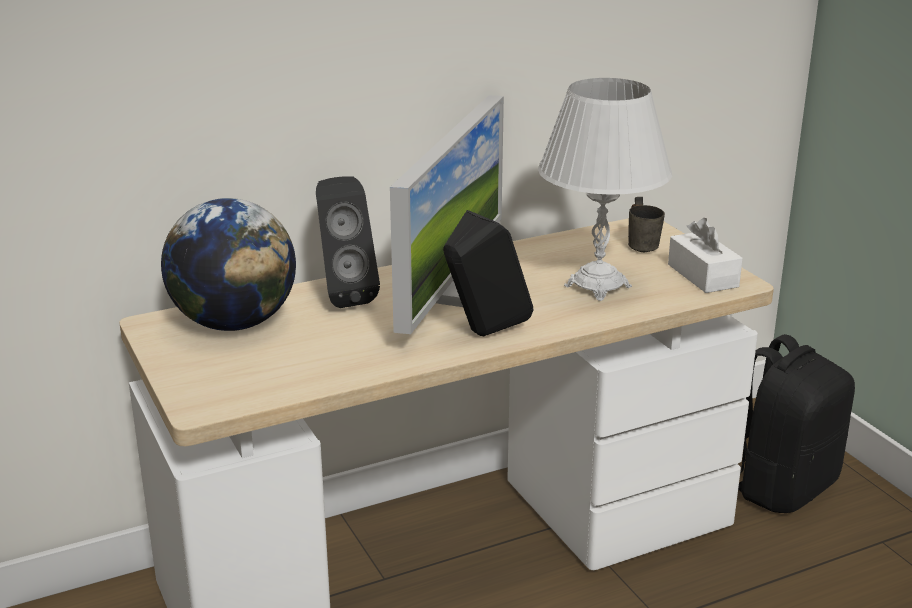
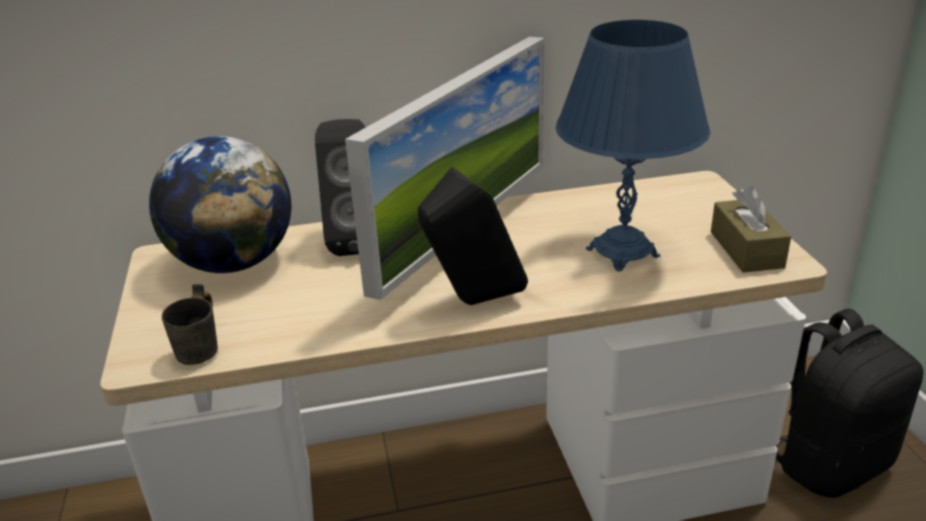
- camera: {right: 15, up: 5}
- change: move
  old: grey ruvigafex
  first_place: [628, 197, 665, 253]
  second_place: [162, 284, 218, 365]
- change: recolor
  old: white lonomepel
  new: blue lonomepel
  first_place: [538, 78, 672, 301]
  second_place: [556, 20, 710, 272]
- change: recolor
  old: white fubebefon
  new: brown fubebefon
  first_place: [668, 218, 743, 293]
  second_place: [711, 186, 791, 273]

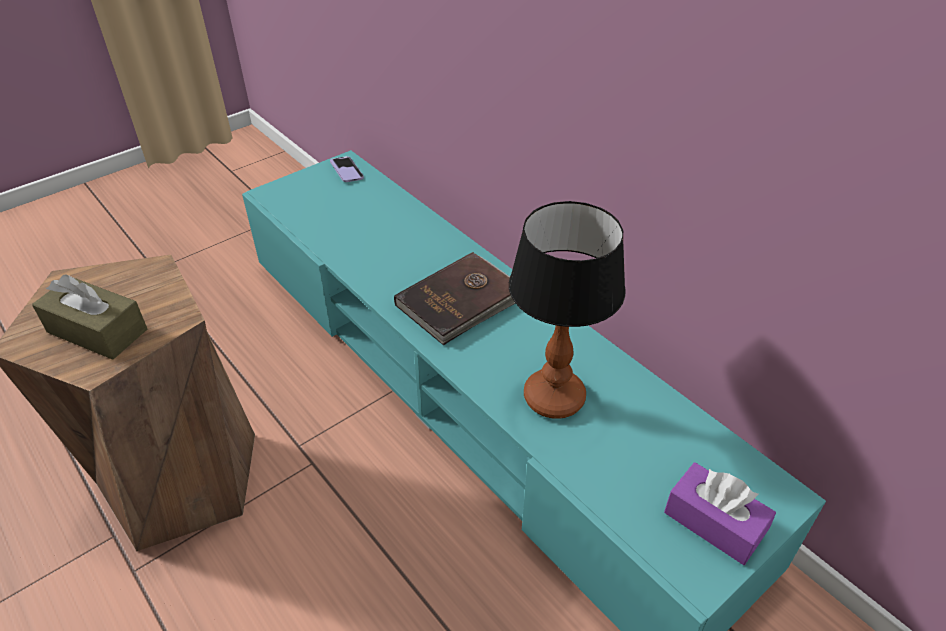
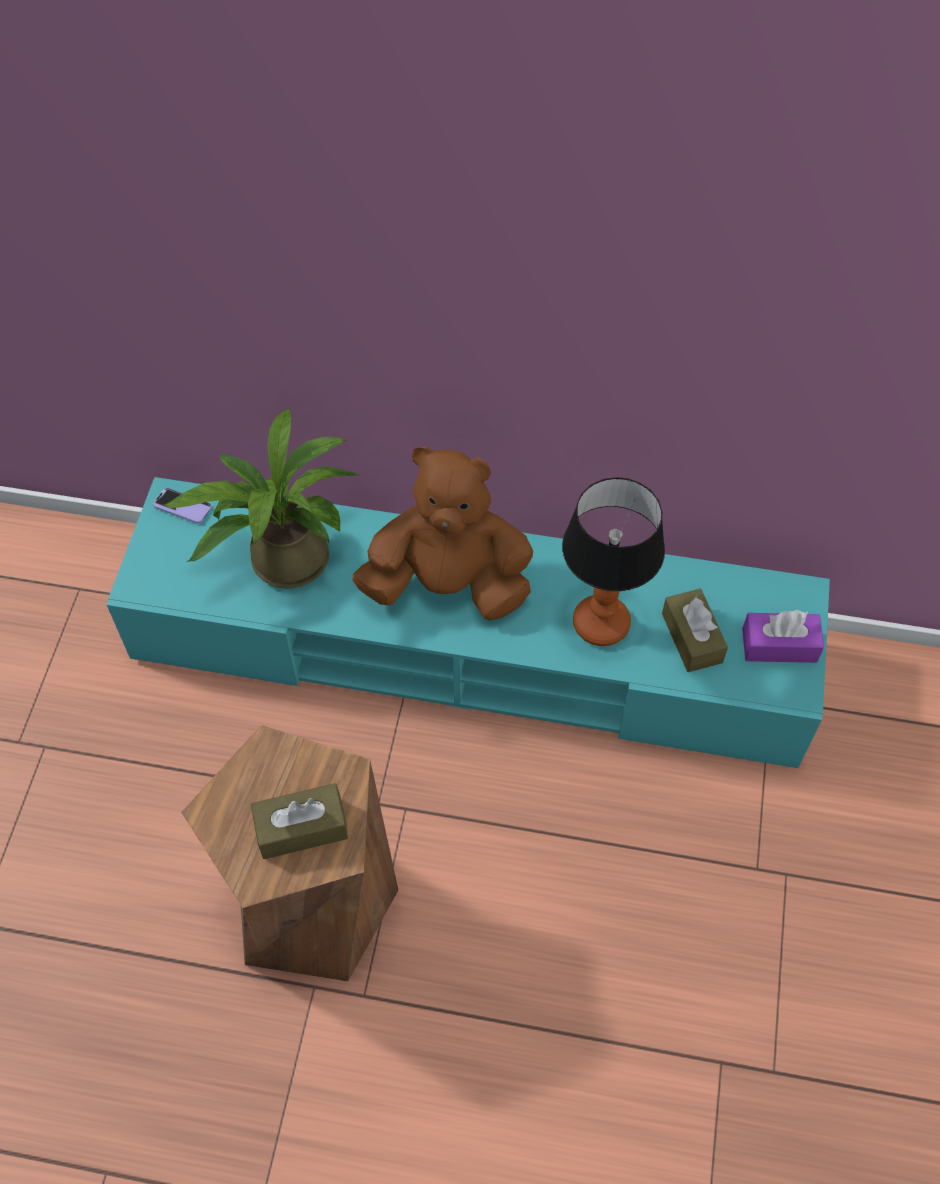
- camera: {right: -40, up: 15}
- change: insert
  new: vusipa
  second_place: [163, 407, 360, 589]
- change: insert
  new: brown fubebefon
  second_place: [662, 589, 728, 672]
- change: replace
  old: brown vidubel
  new: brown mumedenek
  first_place: [394, 252, 515, 345]
  second_place: [352, 446, 533, 621]

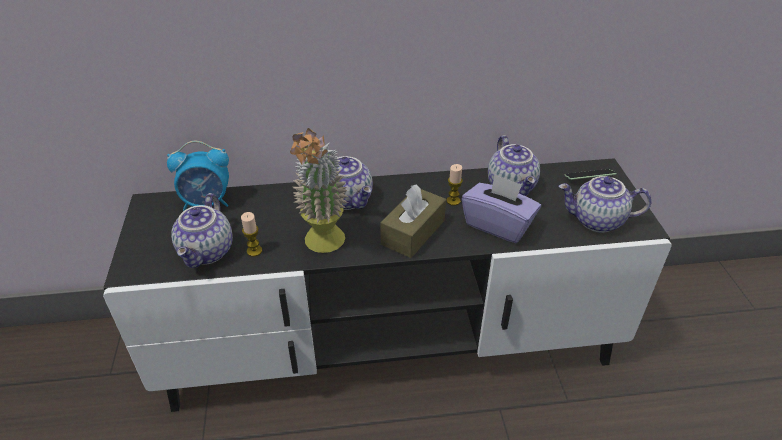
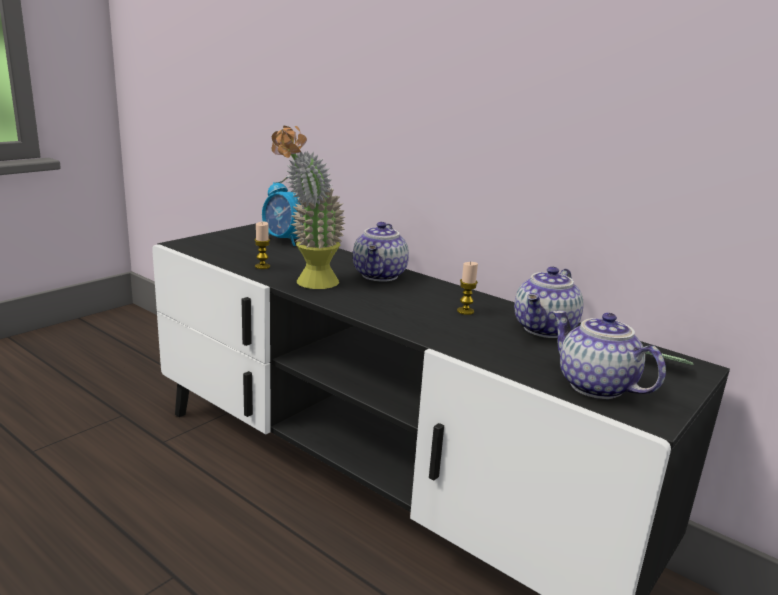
- camera: {right: 45, up: -20}
- change: delete
  old: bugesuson
  first_place: [171, 193, 233, 268]
- change: delete
  old: brown fubebefon
  first_place: [380, 184, 446, 258]
- change: delete
  old: purple fubebefon
  first_place: [462, 174, 541, 243]

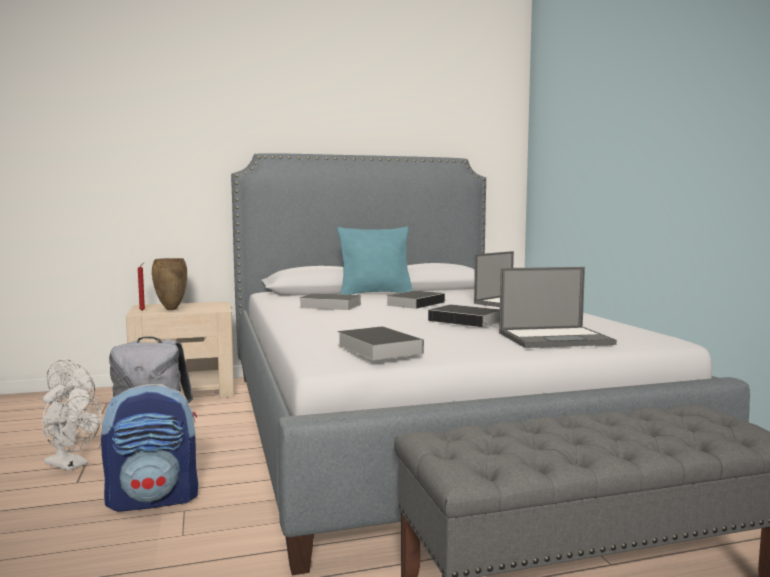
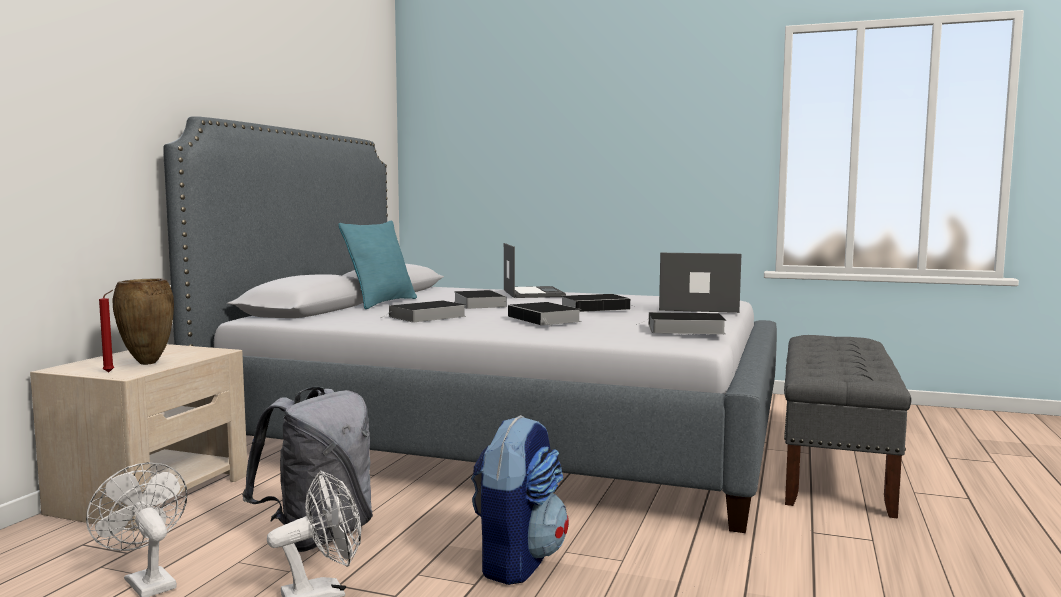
- camera: {right: -55, up: 0}
- change: insert
  new: vidubel
  second_place: [508, 302, 581, 327]
- change: rotate
  old: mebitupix
  first_place: [499, 267, 617, 348]
  second_place: [659, 253, 741, 313]
  degrees: -105

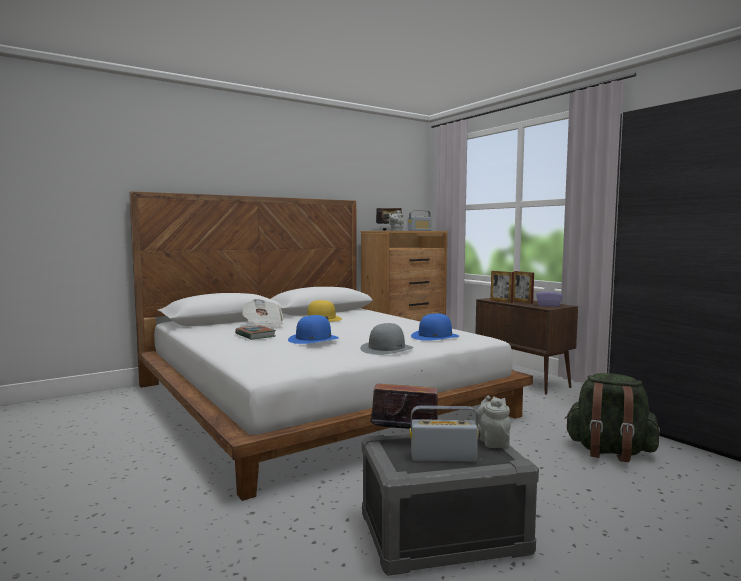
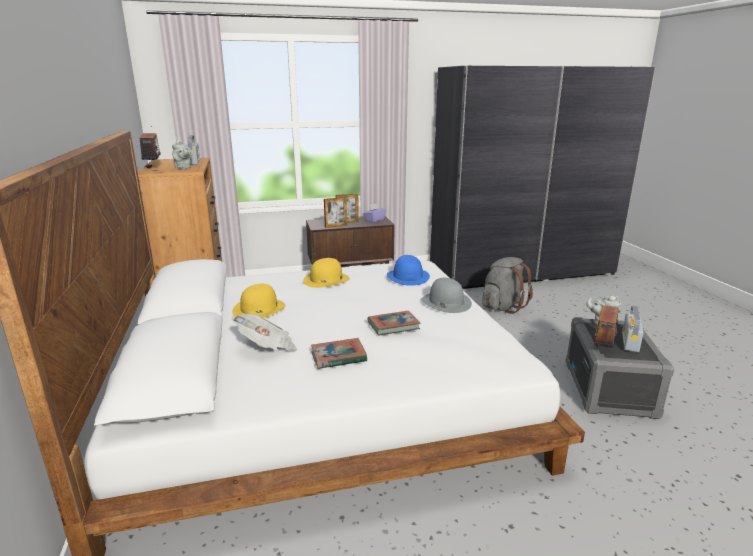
- camera: {right: -70, up: 15}
- change: insert
  new: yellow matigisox
  second_place: [303, 258, 350, 288]
- change: replace
  old: blue matigisox
  new: vidubel
  first_place: [288, 315, 339, 344]
  second_place: [368, 311, 420, 336]
- change: recolor
  old: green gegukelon
  new: grey gegukelon
  first_place: [565, 373, 660, 462]
  second_place: [482, 257, 533, 314]

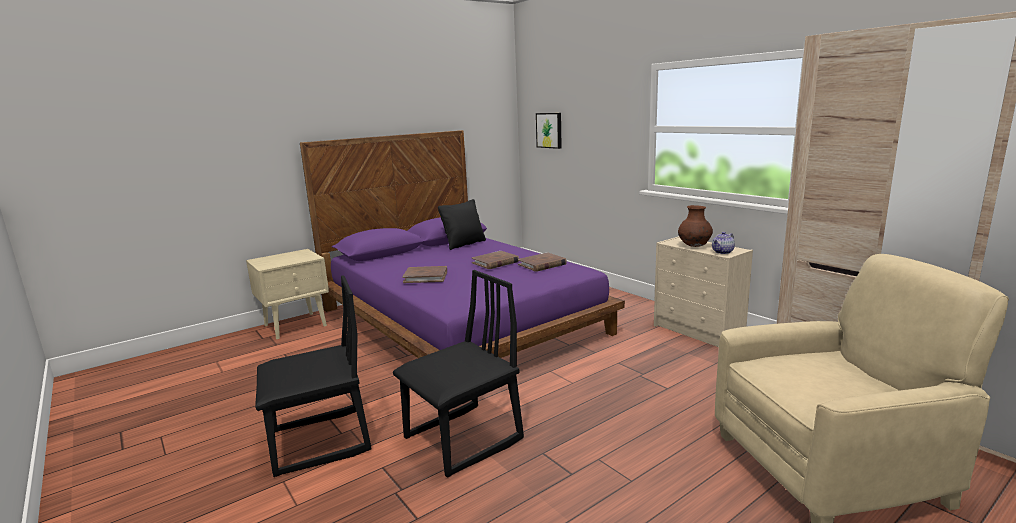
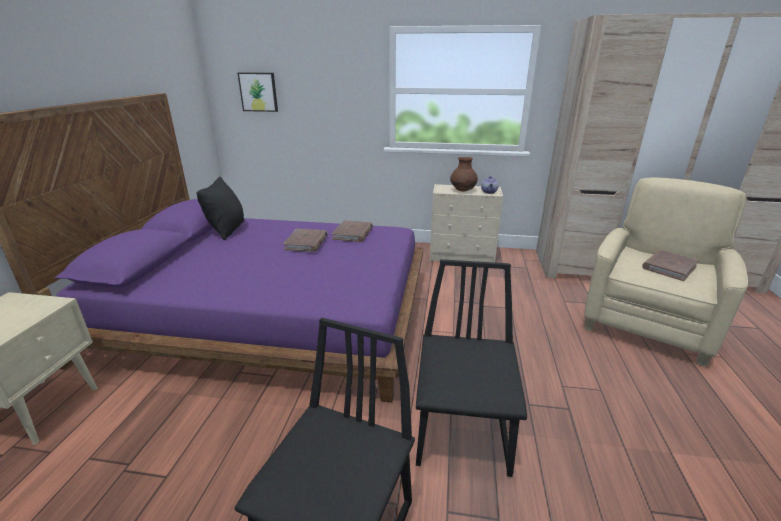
- camera: {right: -45, up: 10}
- change: move
  old: brown vidubel
  first_place: [402, 266, 447, 283]
  second_place: [642, 250, 699, 281]

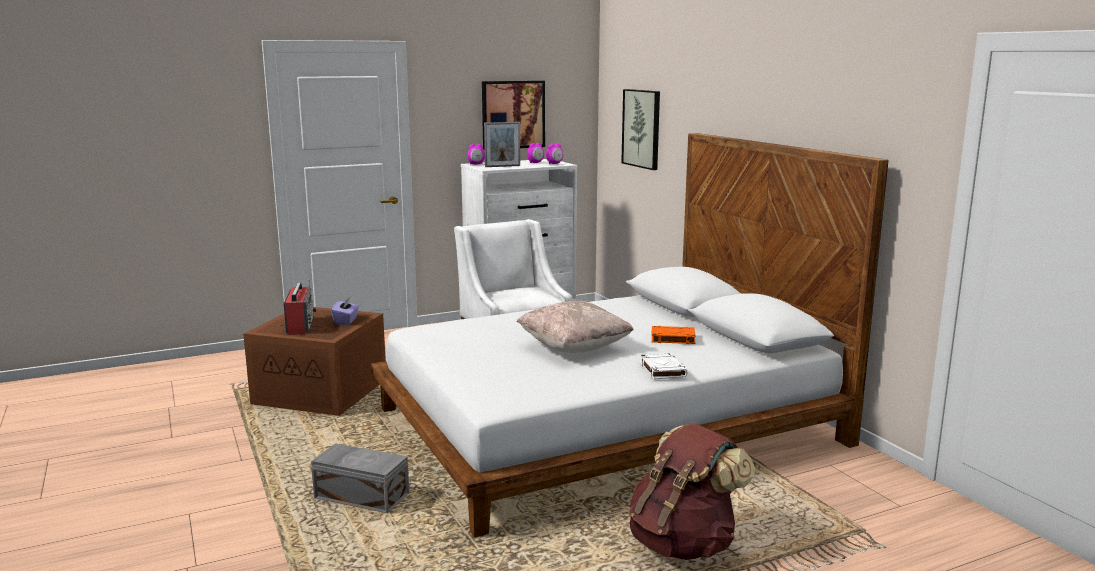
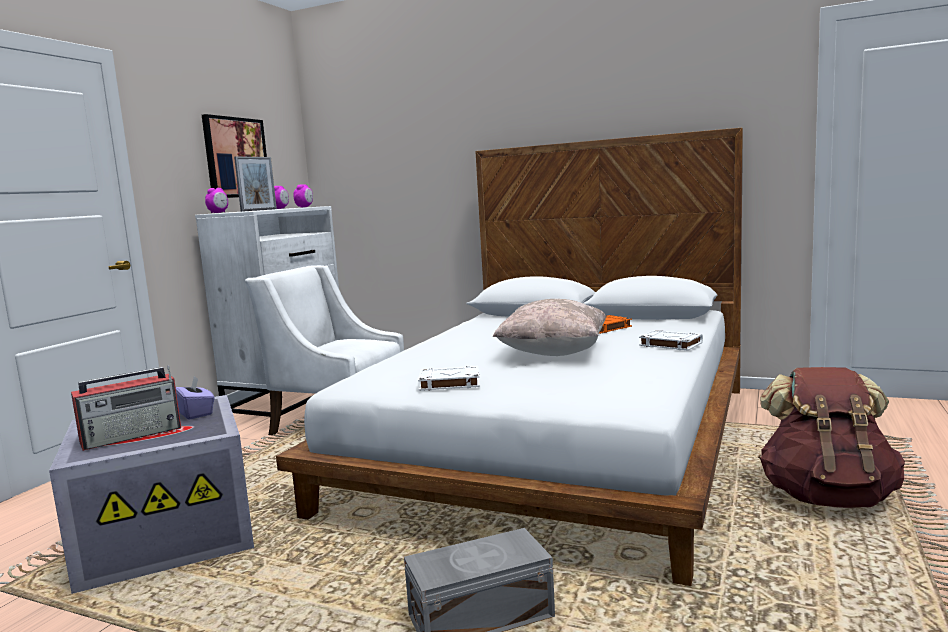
- camera: {right: -40, up: -5}
- change: delete
  old: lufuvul
  first_place: [621, 89, 660, 170]
- change: insert
  new: white vidubel
  second_place: [418, 366, 480, 391]
- change: recolor
  old: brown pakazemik
  new: grey pakazemik
  first_place: [243, 307, 386, 416]
  second_place: [49, 395, 254, 594]
- change: rotate
  old: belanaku
  first_place: [284, 279, 316, 335]
  second_place: [71, 365, 181, 451]
  degrees: 105

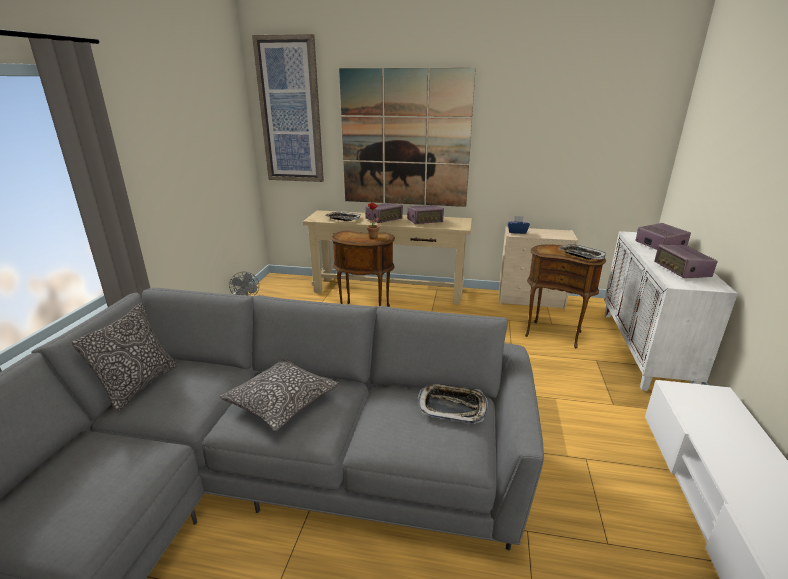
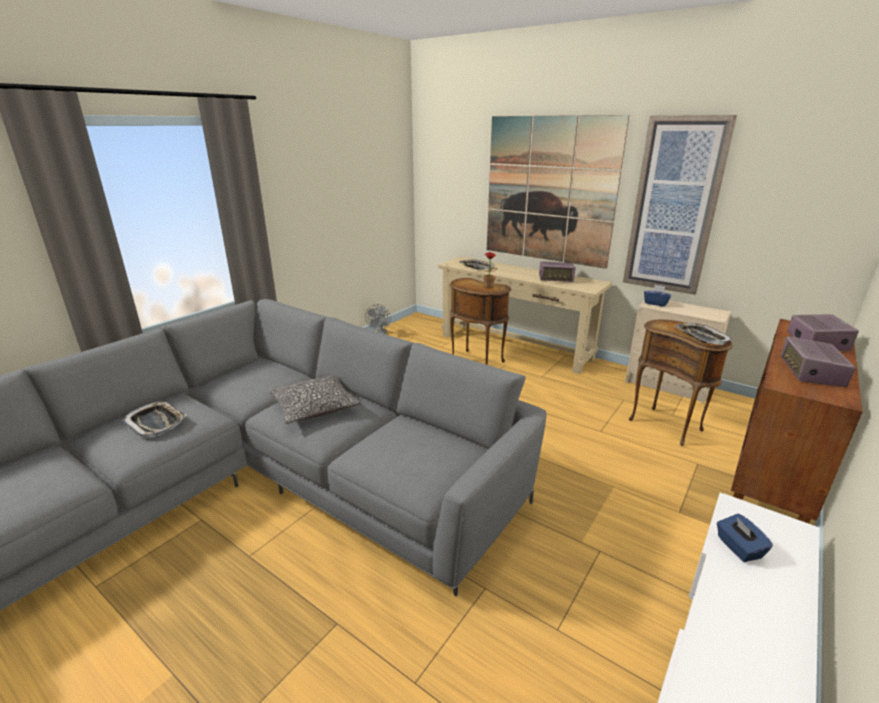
- camera: {right: 25, up: 0}
- change: delete
  old: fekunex
  first_place: [72, 303, 177, 413]
- change: delete
  old: belanaku
  first_place: [365, 203, 403, 223]
- change: insert
  new: blue fubebefon
  second_place: [717, 514, 773, 562]
- change: move
  old: lufuvul
  first_place: [252, 34, 324, 182]
  second_place: [623, 115, 737, 295]
- change: move
  old: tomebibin
  first_place: [417, 384, 488, 424]
  second_place: [122, 401, 186, 437]
- change: recolor
  old: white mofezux
  new: brown mofezux
  first_place: [604, 231, 738, 391]
  second_place: [731, 319, 863, 524]

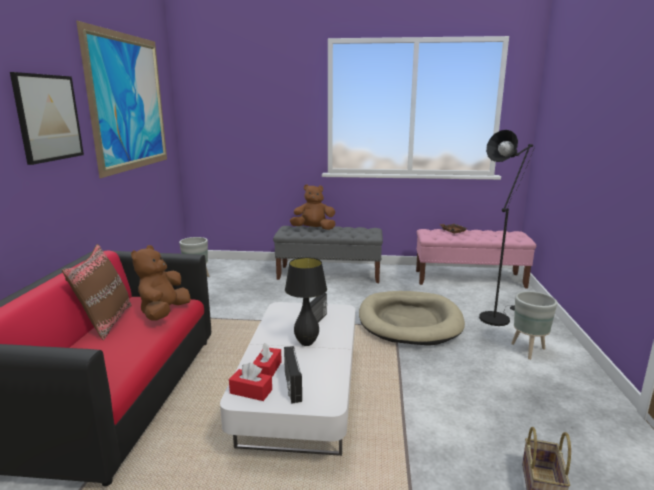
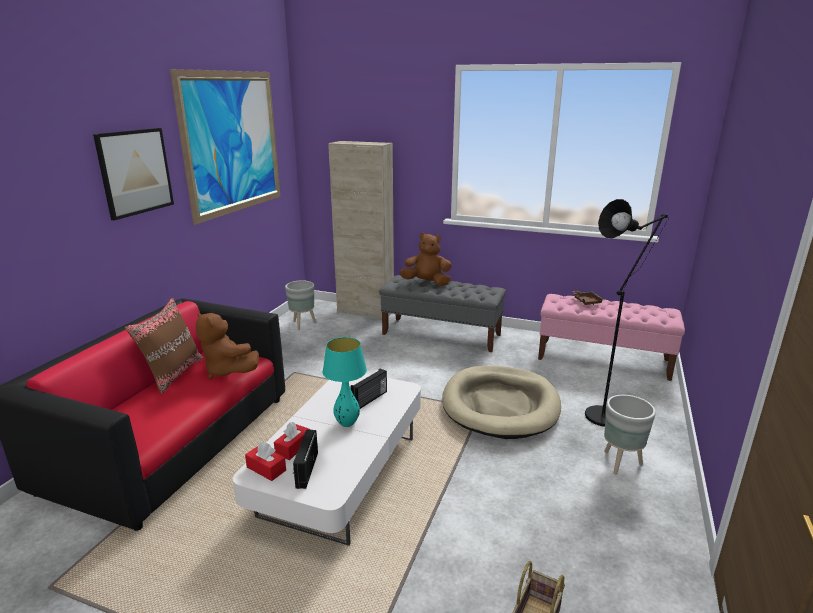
- camera: {right: 15, up: 5}
- change: insert
  new: beige mofezux
  second_place: [328, 141, 394, 319]
- change: recolor
  old: black lonomepel
  new: turquoise lonomepel
  first_place: [285, 257, 327, 346]
  second_place: [323, 337, 367, 427]
- change: rotate
  old: brown mumedenek
  first_place: [131, 245, 191, 321]
  second_place: [196, 312, 259, 379]
  degrees: -75

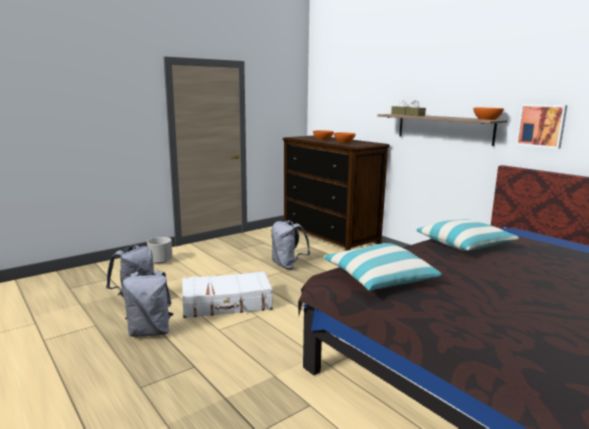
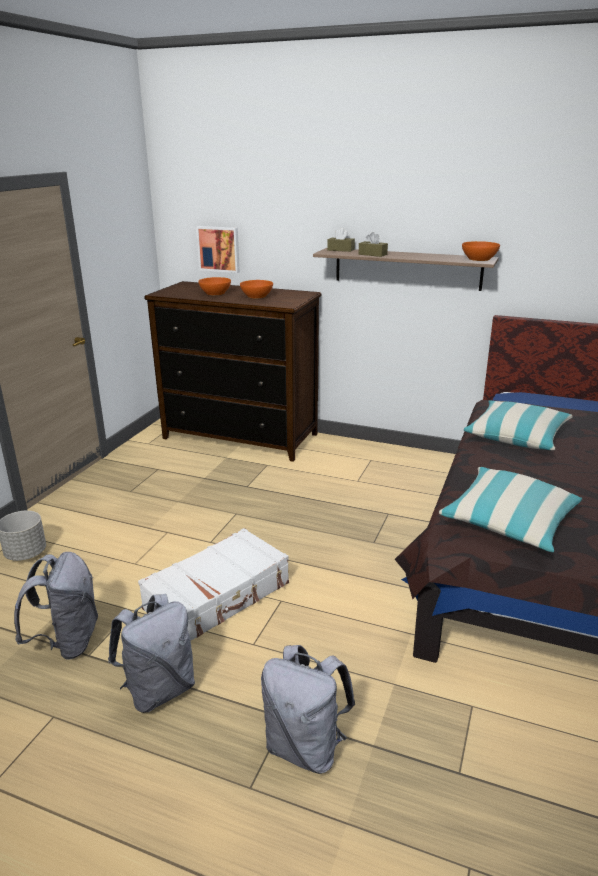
- camera: {right: -30, up: 10}
- change: move
  old: grey gegukelon
  first_place: [271, 220, 310, 270]
  second_place: [261, 645, 355, 774]
- change: move
  old: lufuvul
  first_place: [516, 104, 568, 149]
  second_place: [196, 226, 240, 273]

